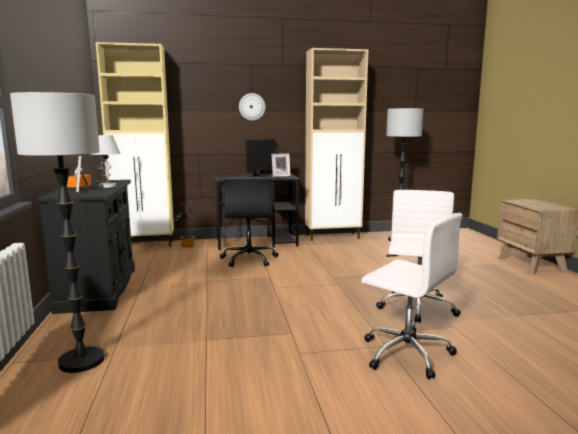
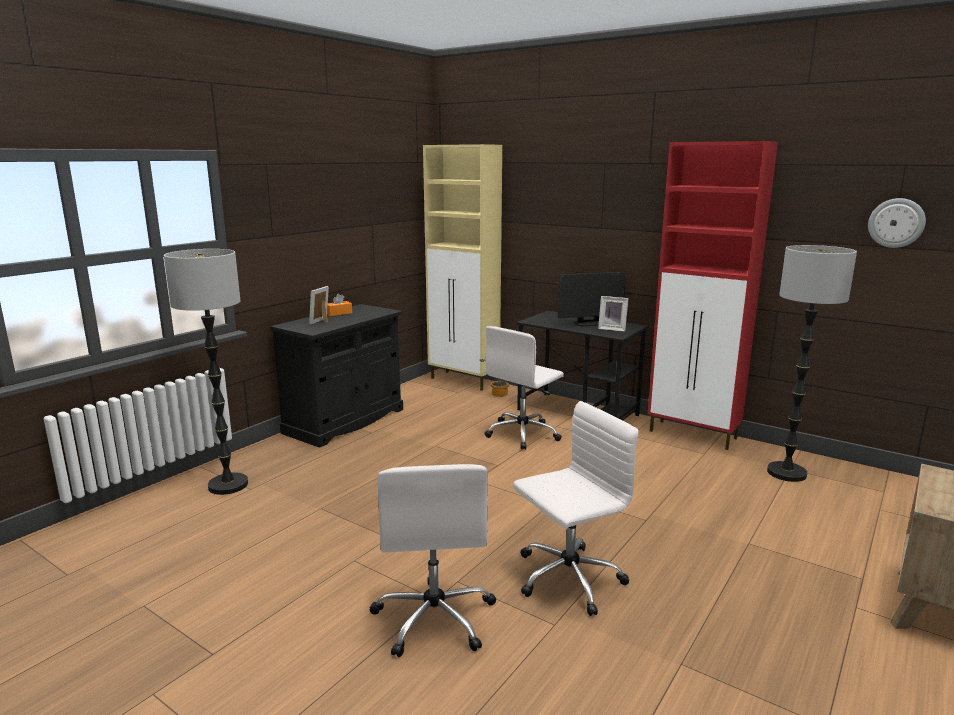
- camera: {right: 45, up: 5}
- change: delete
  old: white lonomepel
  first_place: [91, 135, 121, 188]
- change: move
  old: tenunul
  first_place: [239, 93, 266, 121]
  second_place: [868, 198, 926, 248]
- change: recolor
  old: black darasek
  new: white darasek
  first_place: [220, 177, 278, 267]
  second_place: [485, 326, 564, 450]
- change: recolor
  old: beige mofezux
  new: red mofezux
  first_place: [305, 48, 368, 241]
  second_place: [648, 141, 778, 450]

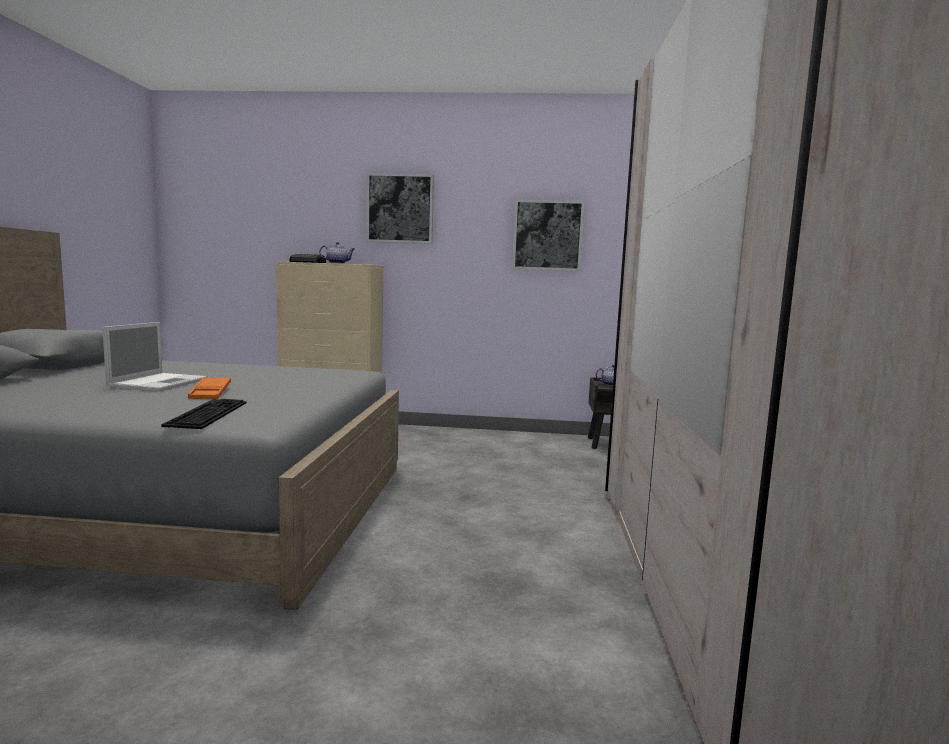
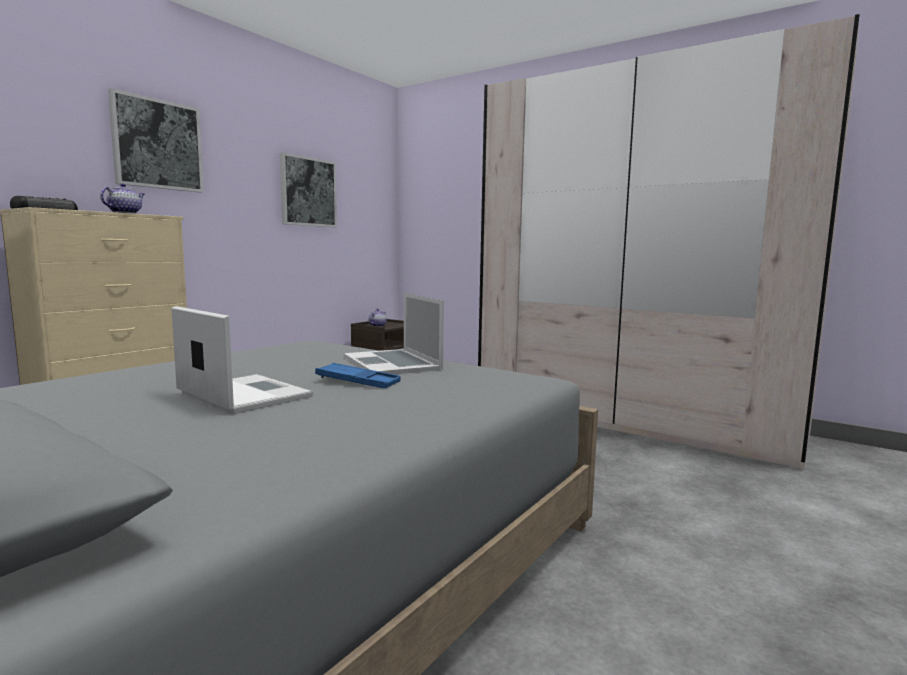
- camera: {right: -60, up: 0}
- change: delete
  old: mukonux
  first_place: [161, 399, 247, 429]
- change: insert
  new: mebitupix
  second_place: [344, 293, 444, 374]
- change: recolor
  old: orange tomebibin
  new: blue tomebibin
  first_place: [188, 377, 231, 399]
  second_place: [315, 363, 401, 388]

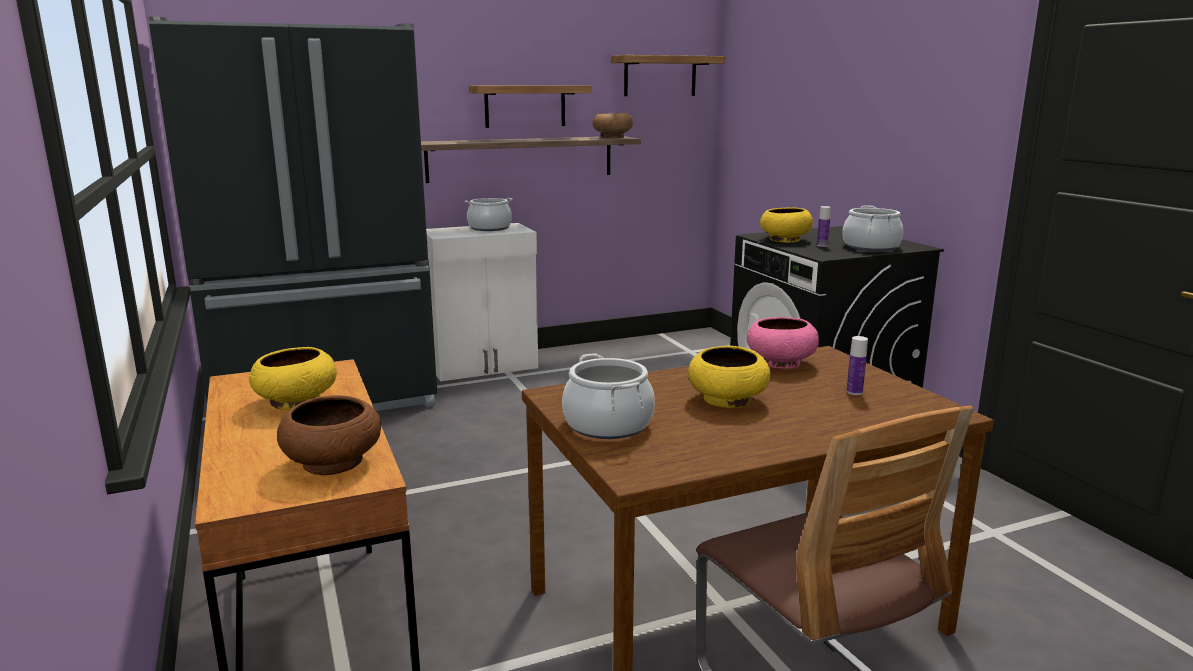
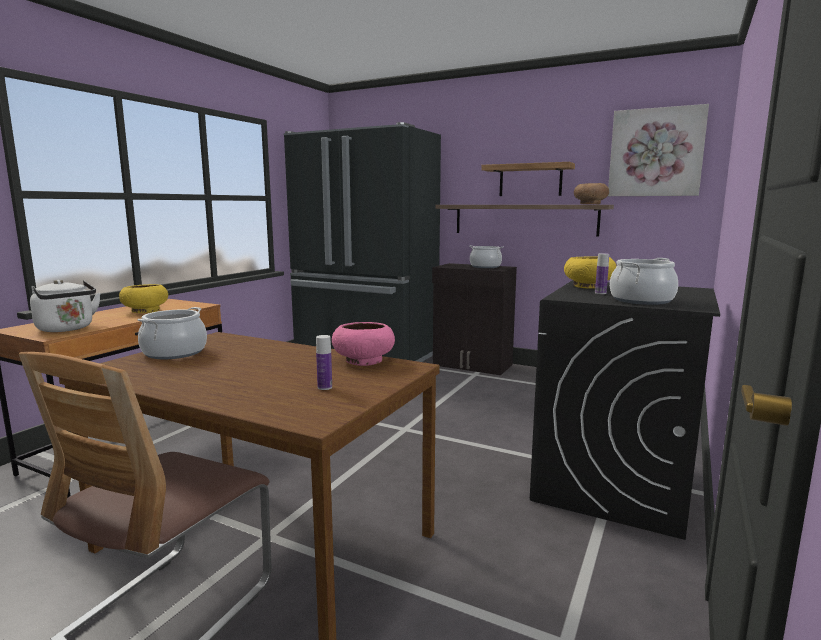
- camera: {right: 50, up: -5}
- change: delete
  old: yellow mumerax
  first_place: [688, 346, 771, 408]
- change: replace
  old: brown mumerax
  new: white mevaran
  first_place: [277, 395, 381, 475]
  second_place: [30, 280, 101, 332]
- change: replace
  old: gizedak
  new: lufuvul
  first_place: [611, 55, 725, 96]
  second_place: [608, 104, 709, 196]
- change: recolor
  old: white mofezux
  new: black mofezux
  first_place: [426, 223, 538, 381]
  second_place: [432, 263, 517, 375]

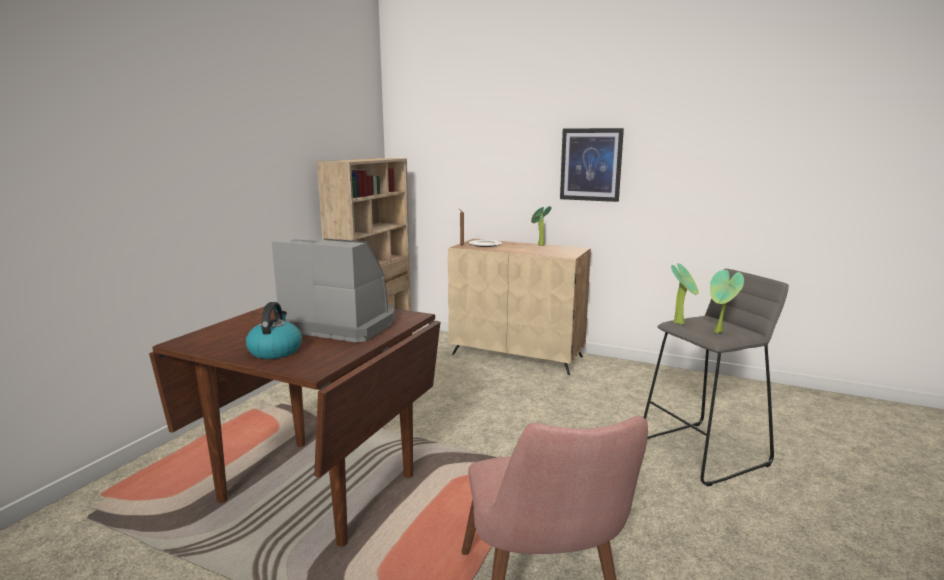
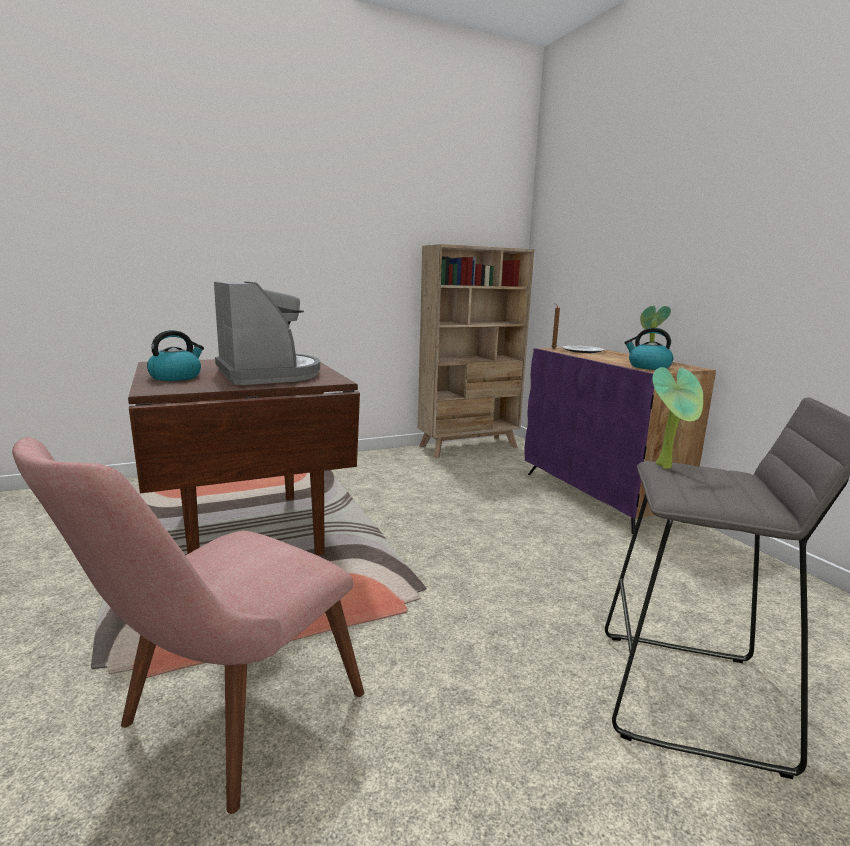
- camera: {right: 40, up: 0}
- change: delete
  old: lufuvul
  first_place: [560, 128, 624, 202]
- change: delete
  old: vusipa
  first_place: [710, 270, 744, 333]
- change: insert
  new: mevaran
  second_place: [624, 328, 673, 370]
- change: recolor
  old: beige mofezux
  new: purple mofezux
  first_place: [448, 239, 591, 375]
  second_place: [525, 347, 716, 534]

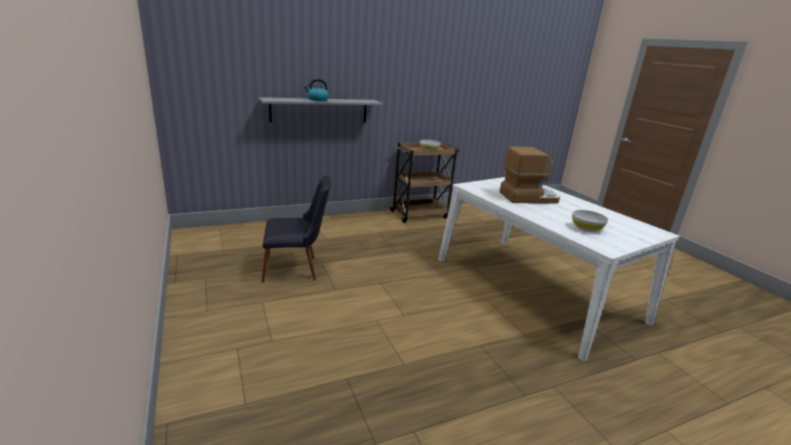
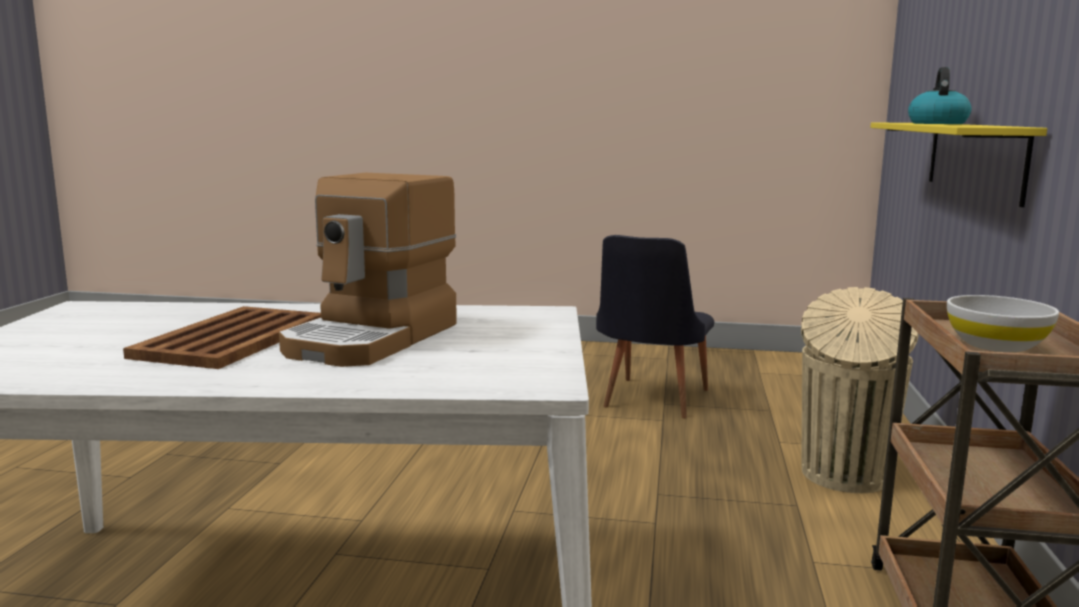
- camera: {right: 125, up: -10}
- change: delete
  old: white mumerax
  first_place: [572, 210, 608, 232]
- change: insert
  new: brown tomebibin
  second_place: [123, 306, 321, 369]
- change: insert
  new: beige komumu
  second_place: [801, 287, 919, 493]
- change: recolor
  old: grey gizedak
  new: yellow gizedak
  first_place: [259, 97, 383, 123]
  second_place: [870, 122, 1047, 207]

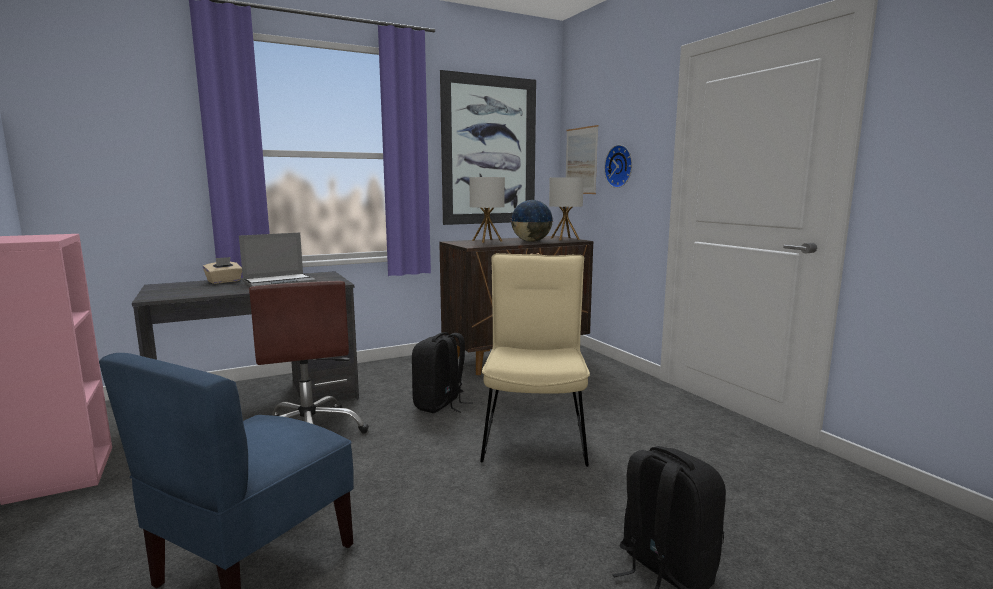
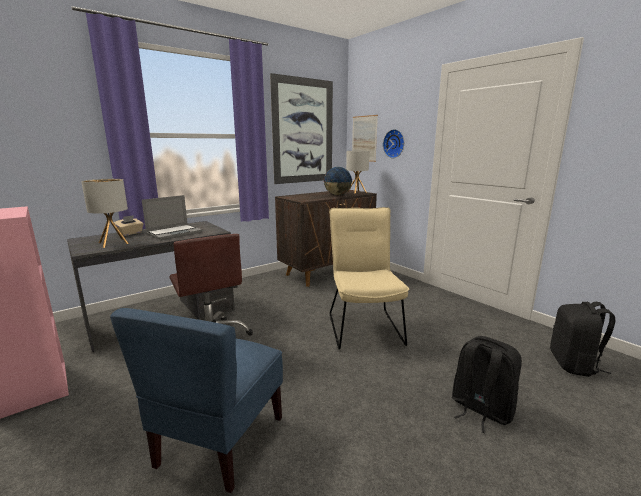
- camera: {right: -10, up: 5}
- change: move
  old: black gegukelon
  first_place: [412, 332, 473, 413]
  second_place: [550, 302, 615, 377]
- change: move
  old: lonomepel
  first_place: [469, 177, 505, 243]
  second_place: [81, 179, 129, 248]

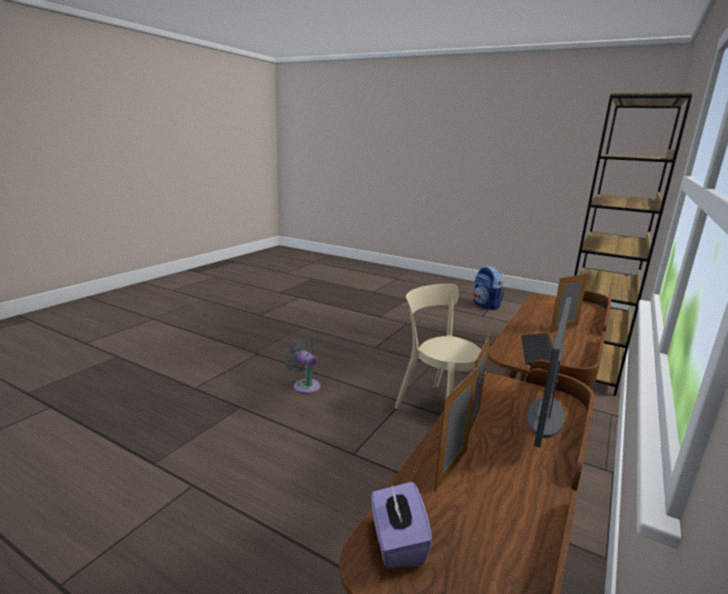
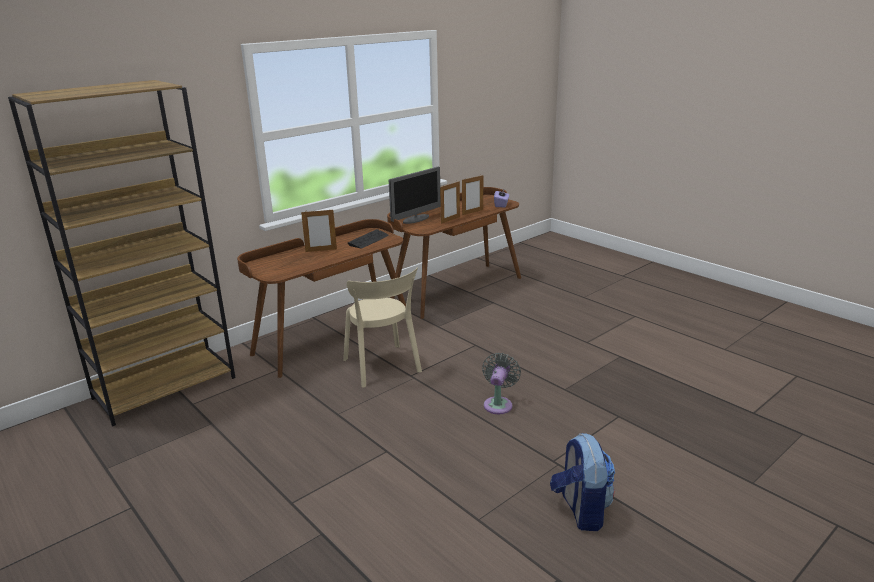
- camera: {right: -160, up: 5}
- change: move
  old: gegukelon
  first_place: [473, 266, 504, 310]
  second_place: [550, 433, 615, 531]
- change: rotate
  old: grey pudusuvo
  first_place: [284, 338, 321, 394]
  second_place: [482, 353, 521, 414]
  degrees: -135

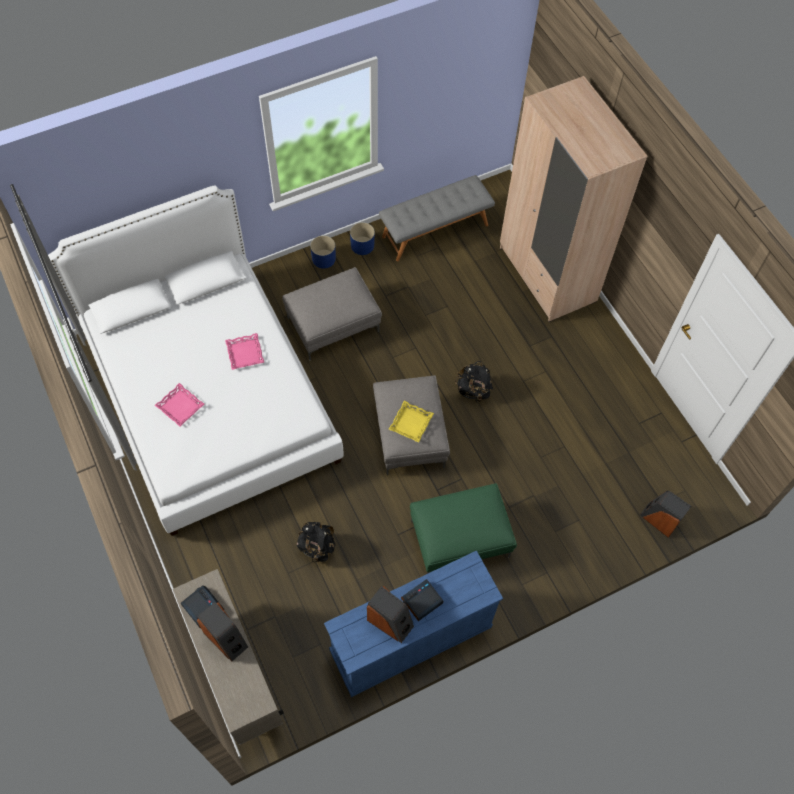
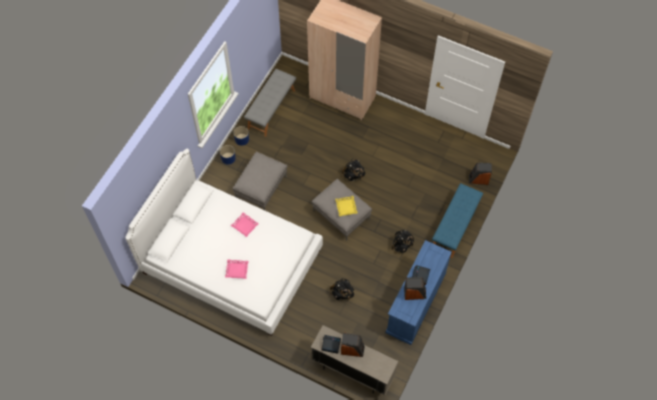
- camera: {right: -35, up: 0}
- change: insert
  new: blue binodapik
  second_place: [432, 183, 483, 258]
- change: replace
  old: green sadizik
  new: black gegukelon
  first_place: [410, 483, 517, 574]
  second_place: [391, 230, 414, 253]

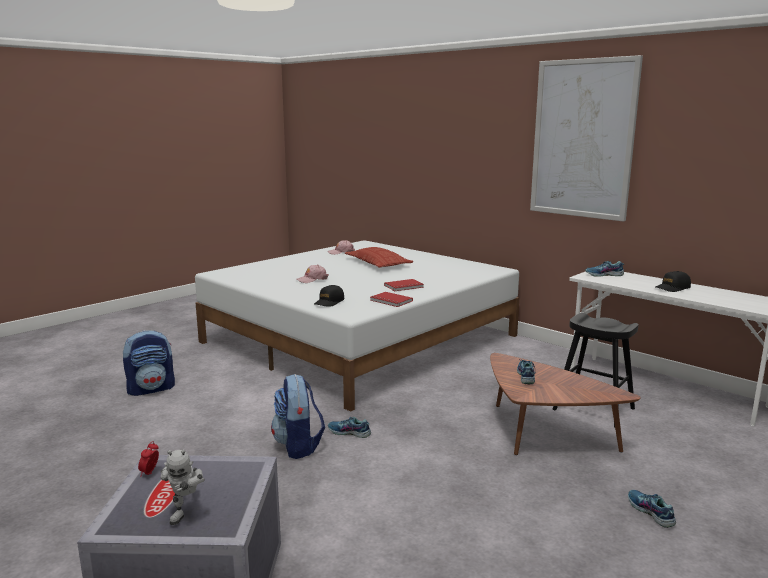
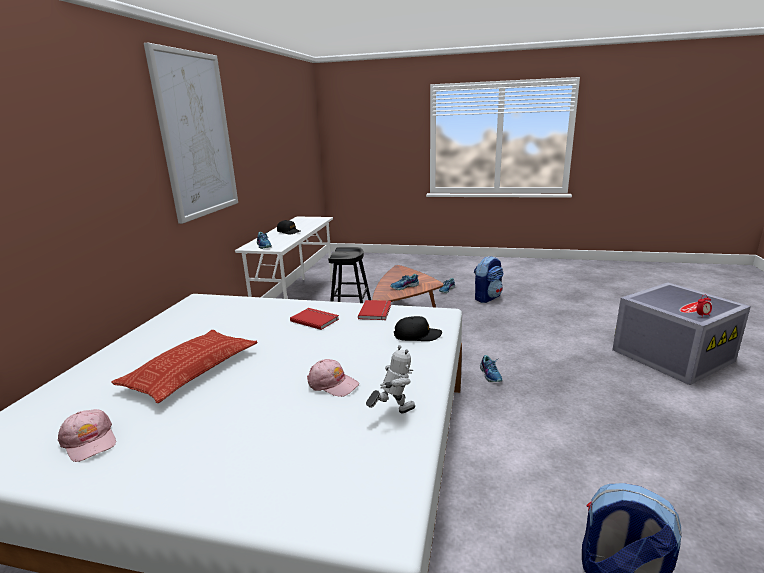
- camera: {right: -120, up: 5}
- change: move
  old: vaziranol
  first_place: [161, 449, 205, 525]
  second_place: [366, 345, 415, 413]
- change: move
  old: gegukelon
  first_place: [271, 374, 325, 459]
  second_place: [474, 256, 504, 303]

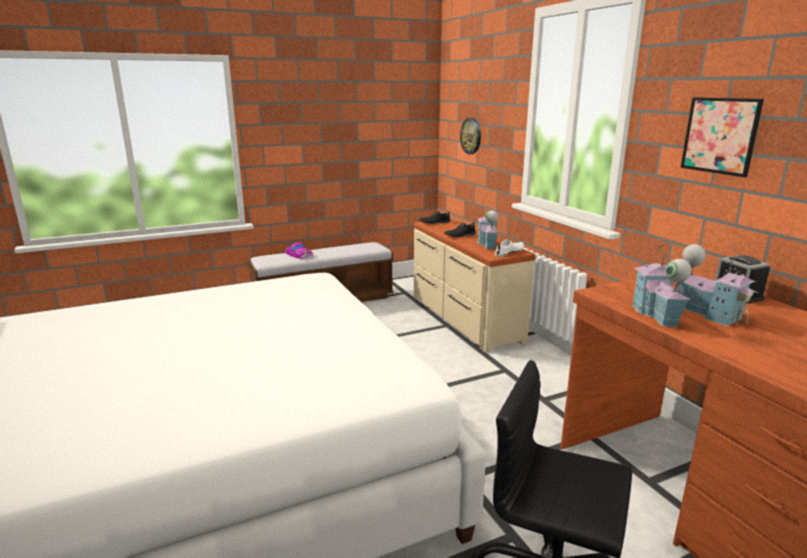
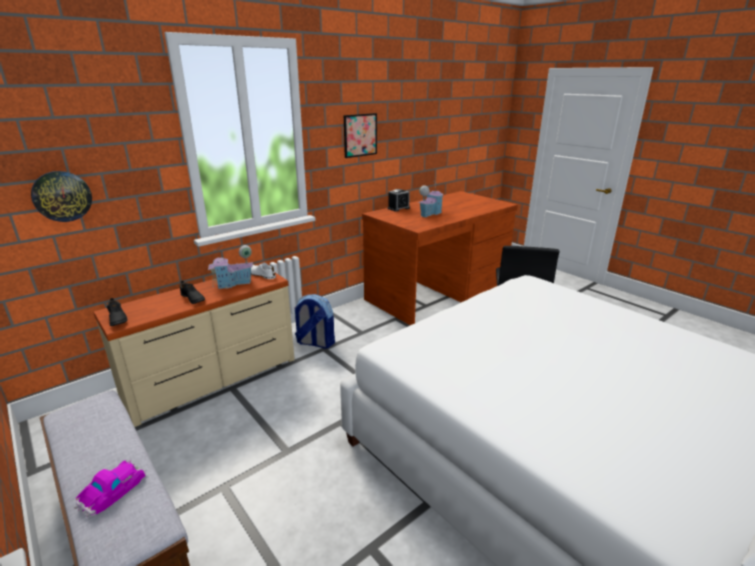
- camera: {right: -105, up: 5}
- change: delete
  old: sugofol
  first_place: [632, 245, 692, 327]
- change: insert
  new: gegukelon
  second_place: [294, 294, 335, 349]

